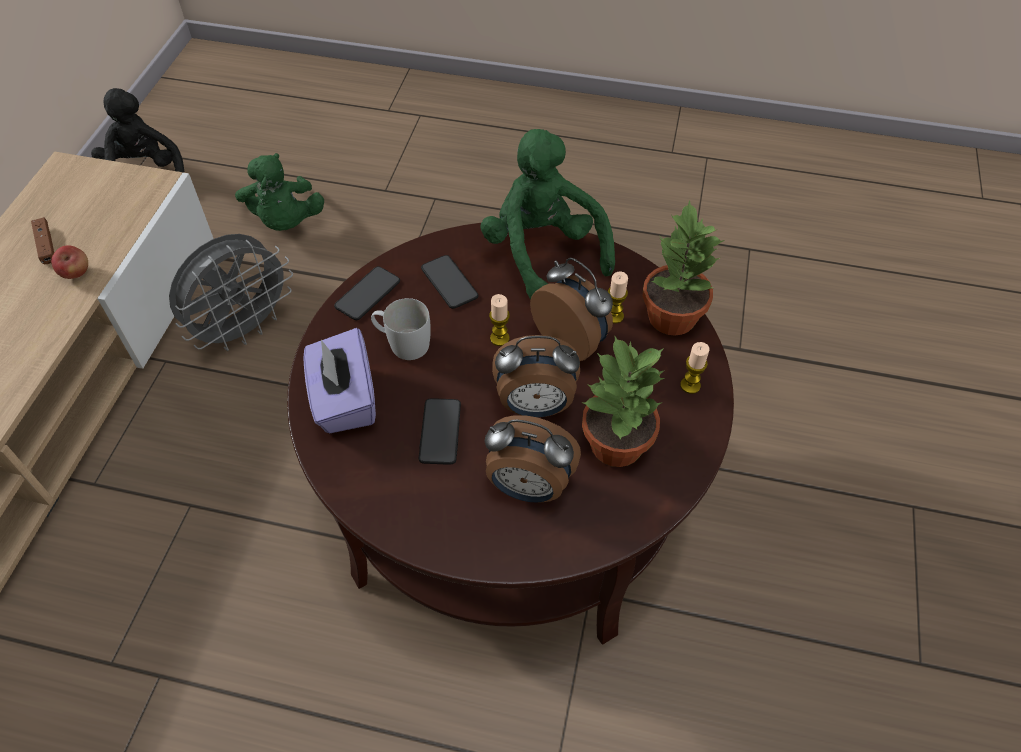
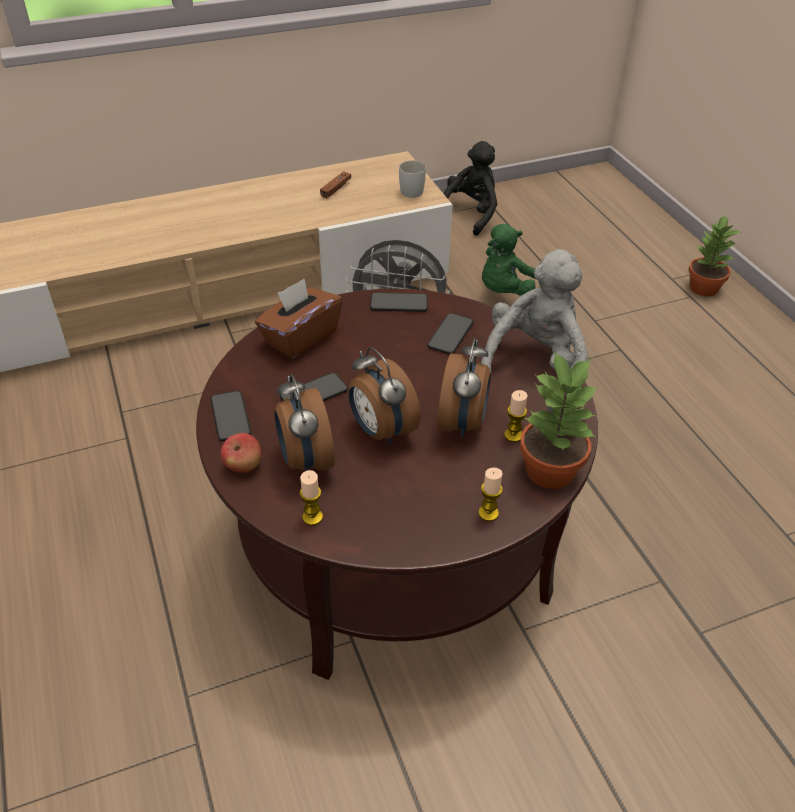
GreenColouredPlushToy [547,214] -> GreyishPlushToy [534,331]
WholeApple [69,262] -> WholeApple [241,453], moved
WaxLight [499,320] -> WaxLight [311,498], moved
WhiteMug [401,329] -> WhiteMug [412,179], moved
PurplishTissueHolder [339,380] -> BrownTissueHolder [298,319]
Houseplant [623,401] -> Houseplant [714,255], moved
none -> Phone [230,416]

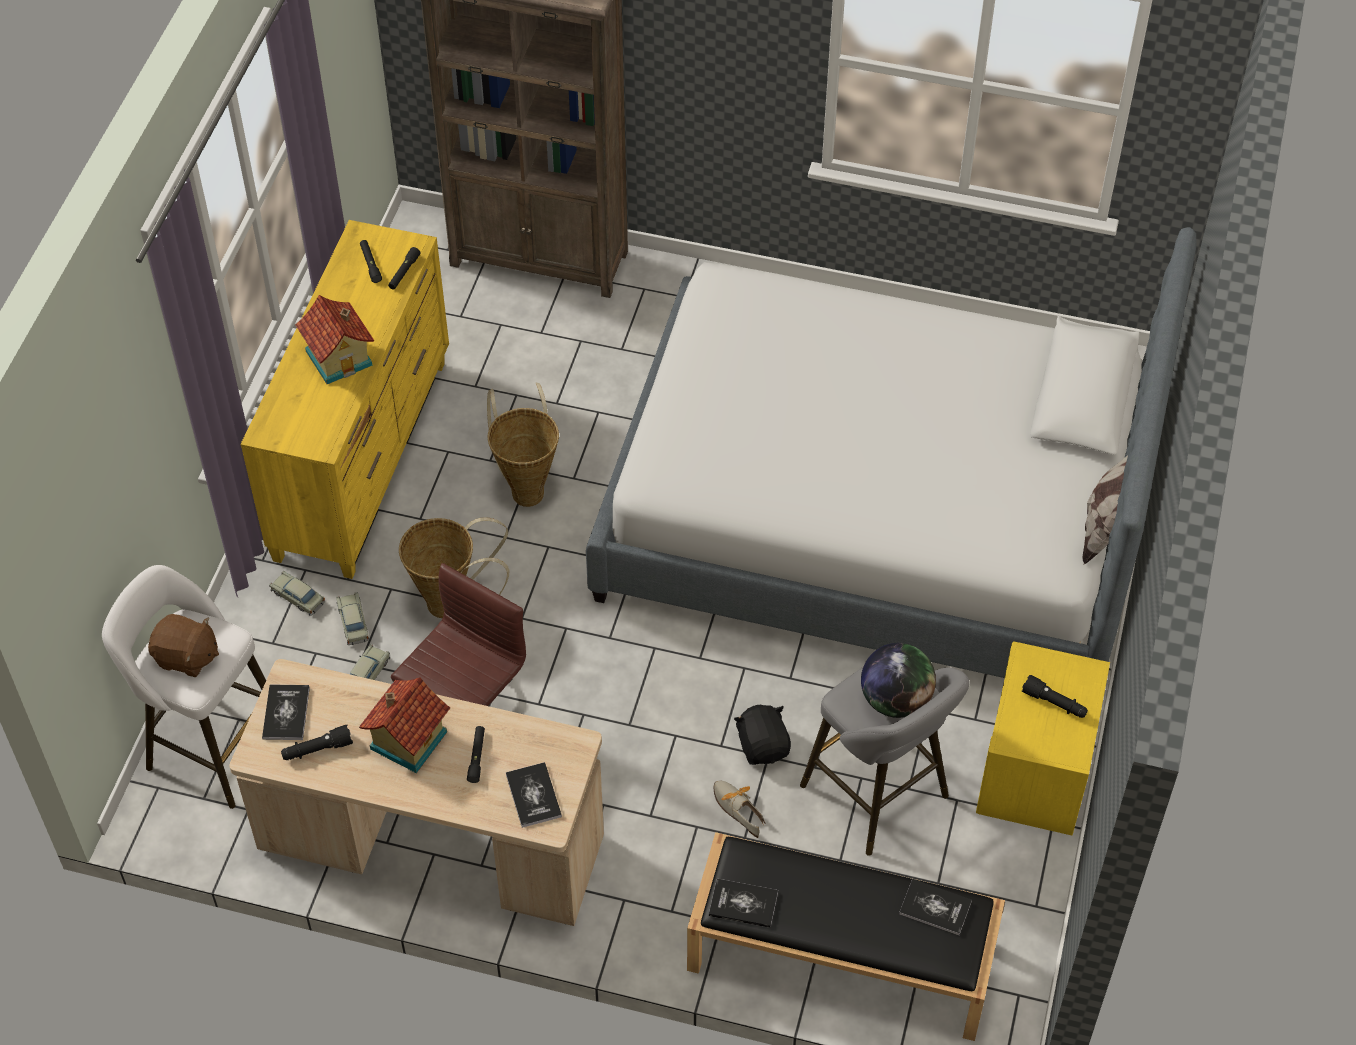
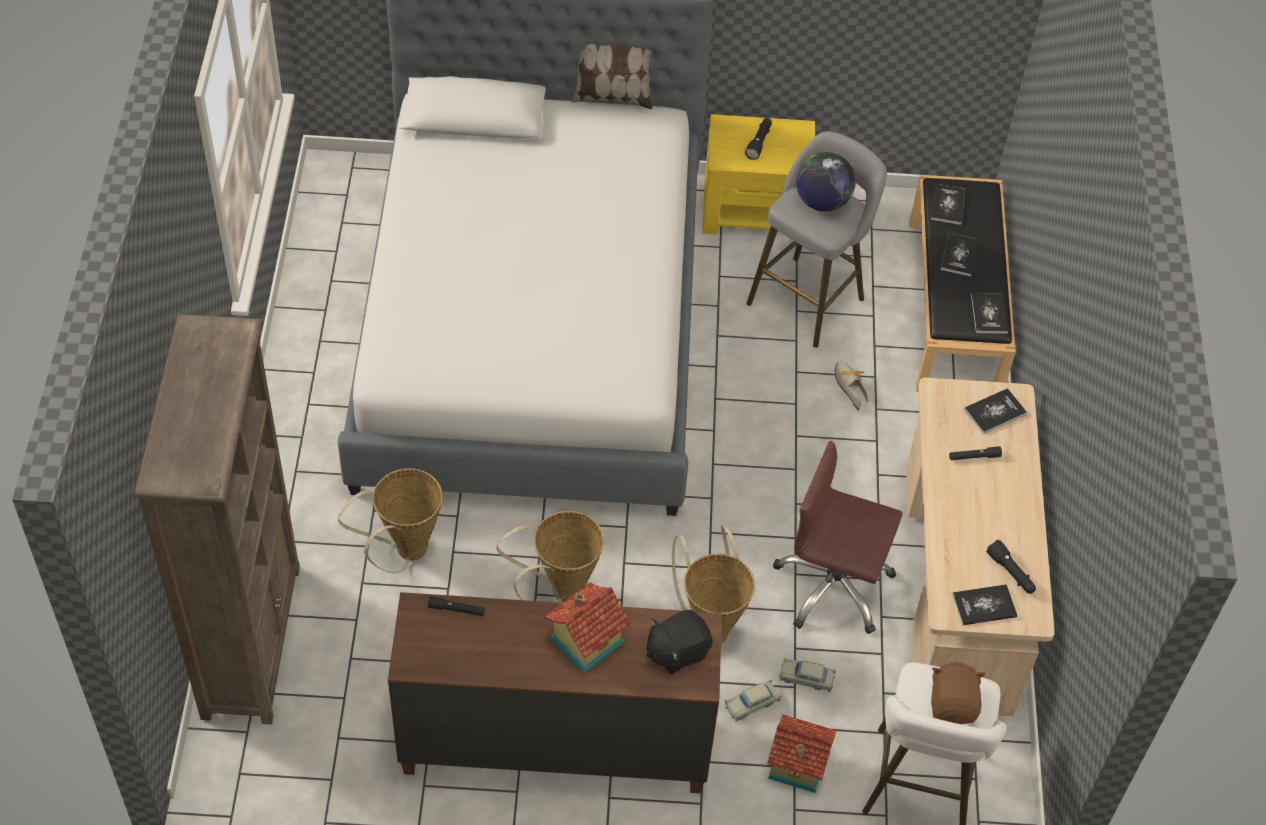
YellowColouredChestOfDrawers [345,399] -> BrownChestOfDrawers [555,692]
BlackHandTorch [371,261] -> none
BeigeColouredToyCar [297,593] -> none
ModelHouse [404,725] -> ModelHouse [801,754], moved
BlackPlushToy [762,735] -> BlackPlushToy [679,642], moved
ItemOfFootwear [739,809] -> ItemOfFootwear [851,386], 120 degrees clockwise
none -> Book [959,254]
none -> Basket [390,520]

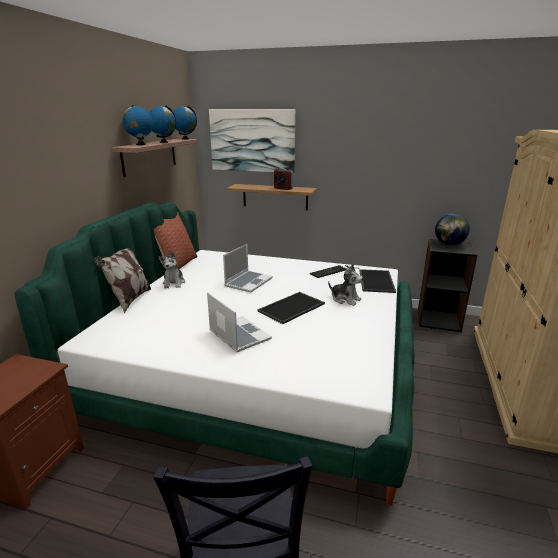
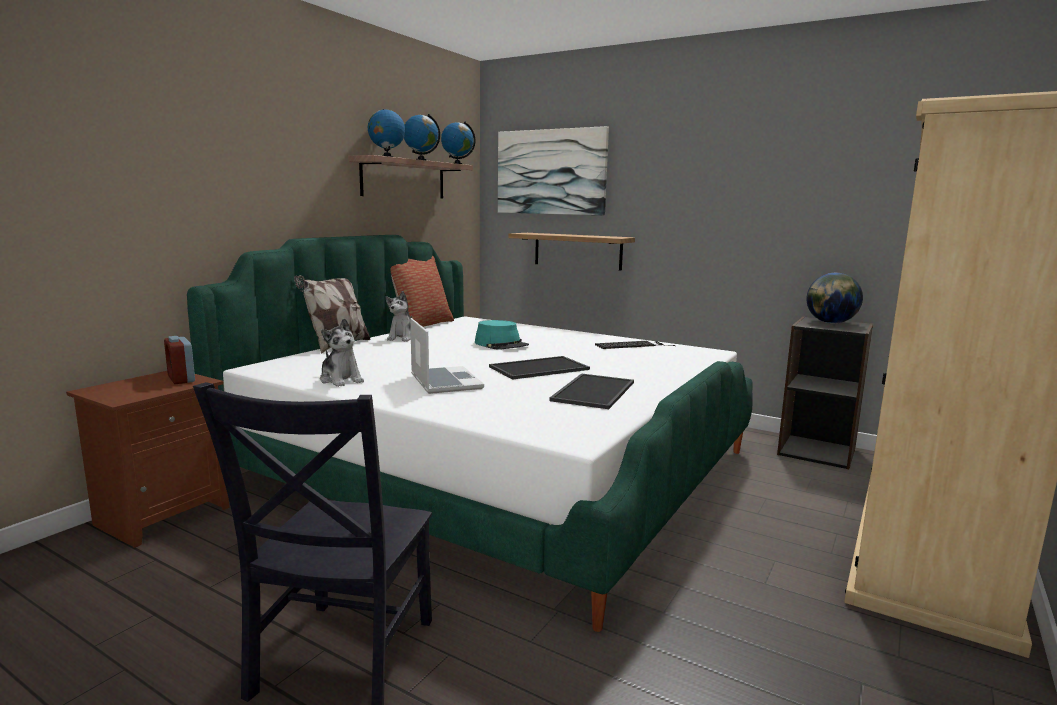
BedsideClock [283,179] -> BedsideClock [179,360], moved
Laptop [248,268] -> BlueGreenWearableHat [502,335]
PlushToy [345,285] -> PlushToy [342,352], moved
Tray [377,281] -> Tray [591,391], moved

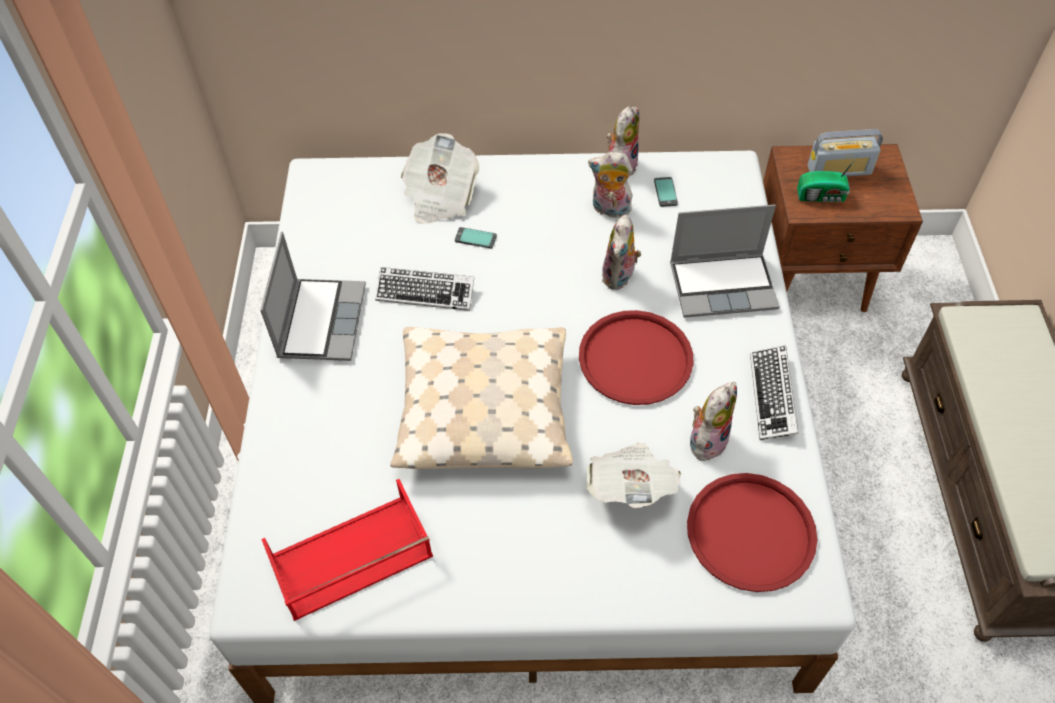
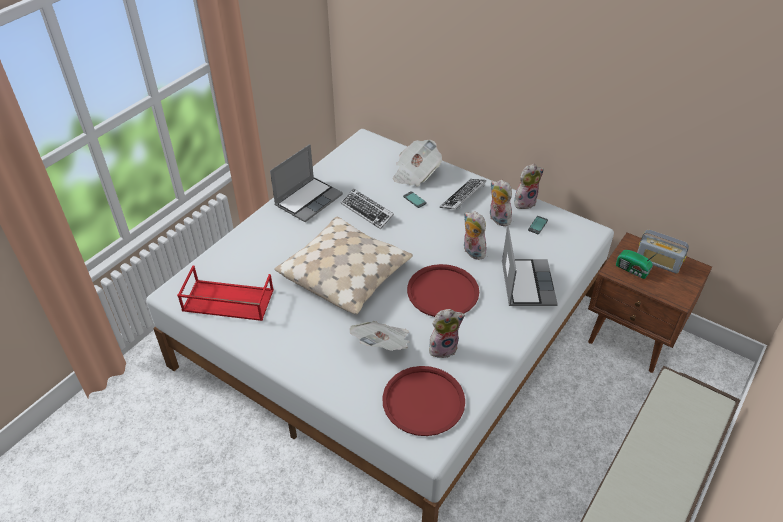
Laptop [724,261] -> Laptop [530,266], 120 degrees counterclockwise
PlushToy [621,252] -> PlushToy [475,235], 90 degrees clockwise
Keyboard [774,392] -> Keyboard [463,194], moved

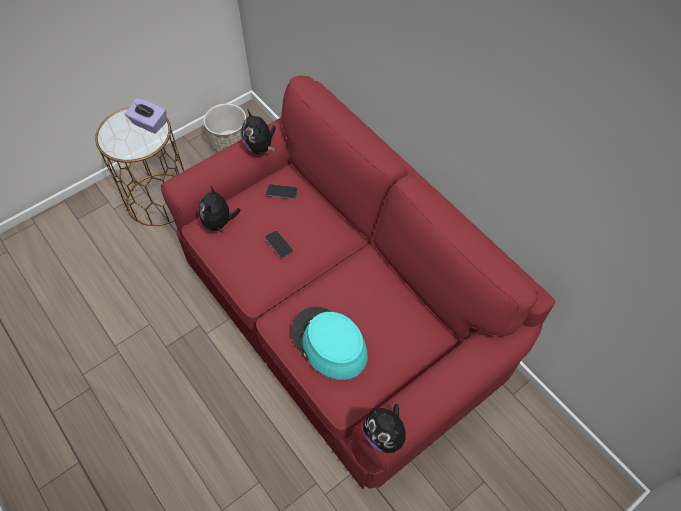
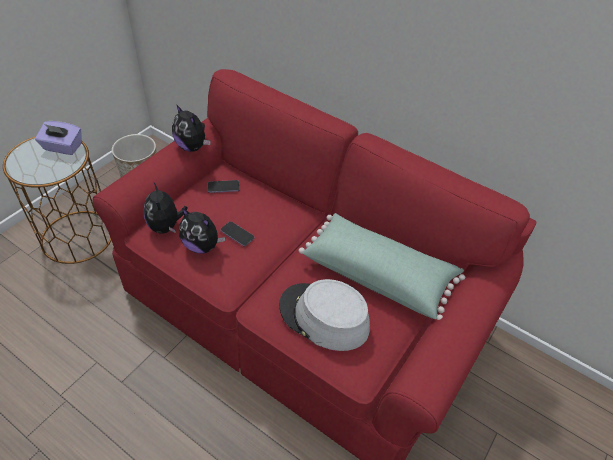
BlueGreenWearableHat [330,343] -> GreyishWearableHat [324,315]
PlushToy [388,428] -> PlushToy [202,231], moved
none -> GreenColouredThrowPillow [382,266]

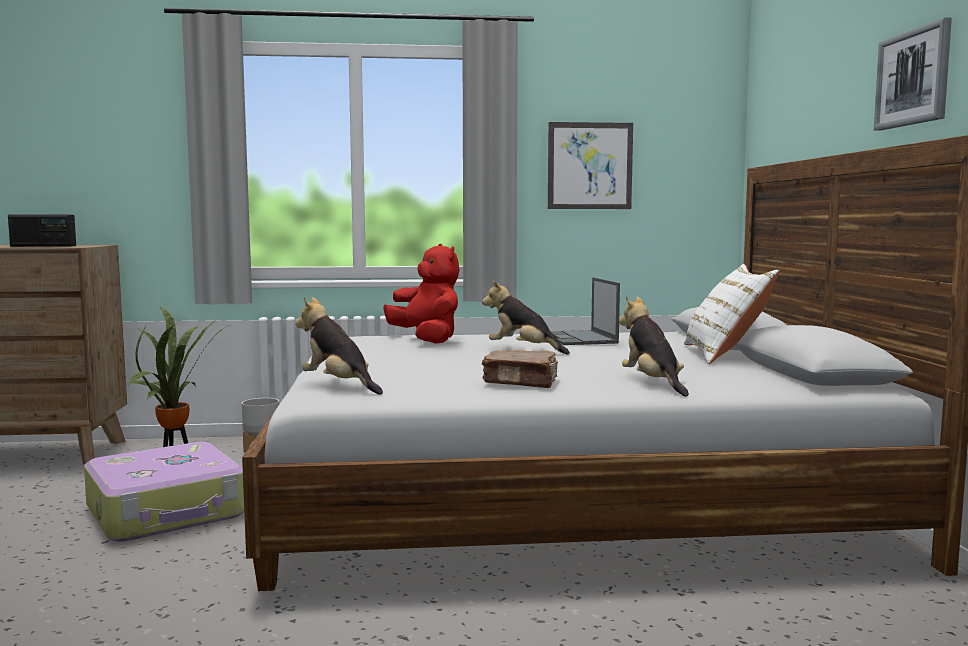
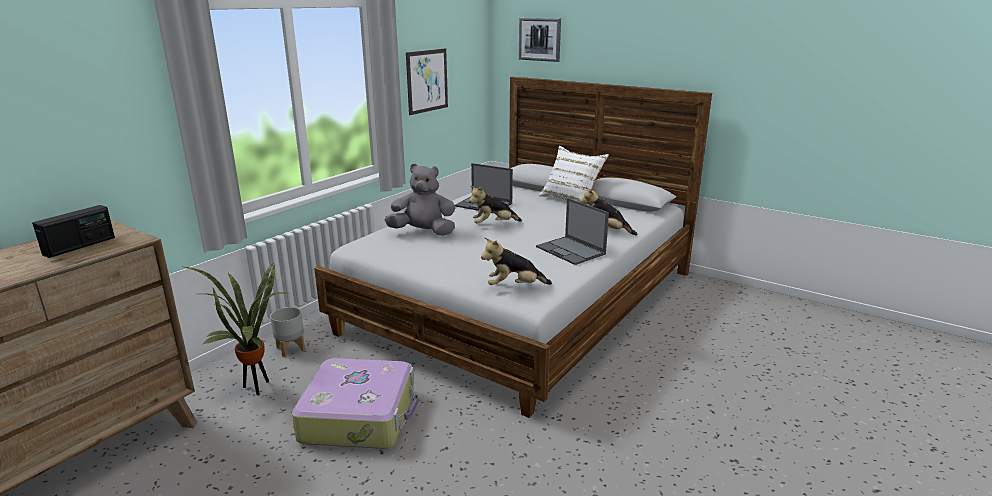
WallArt [913,74] -> WallArt [540,40], moved
RedPlushToy [421,294] -> GreyishPlushToy [420,200]
BrownBook [520,369] -> Laptop [572,231]

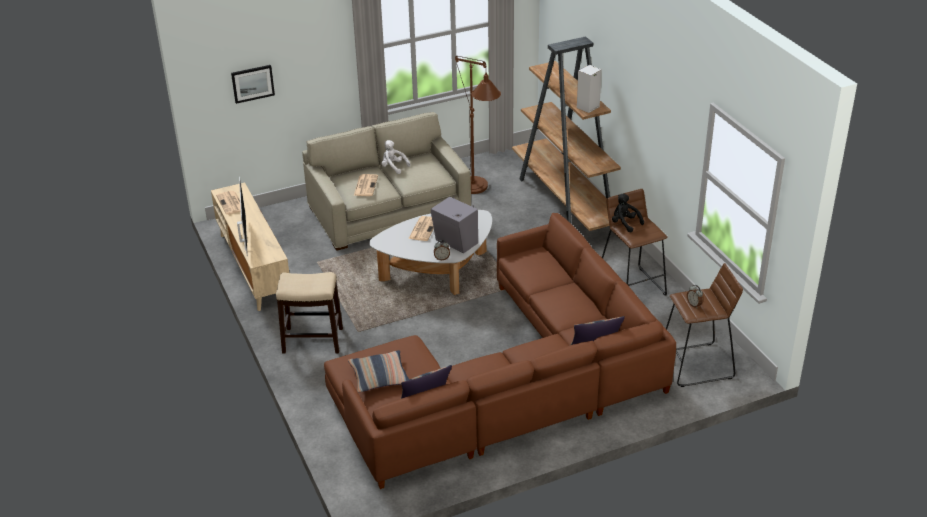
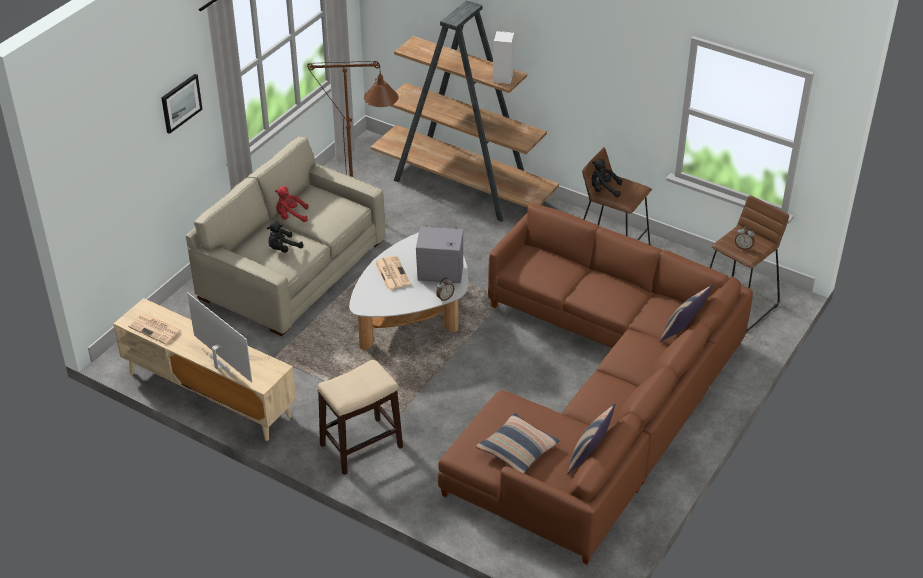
WallArt [253,84] -> WallArt [182,104], moved
WhitePlushToy [395,157] -> RedPlushToy [291,204]
DailyPaper [366,185] -> BlackPlushToy [285,236]

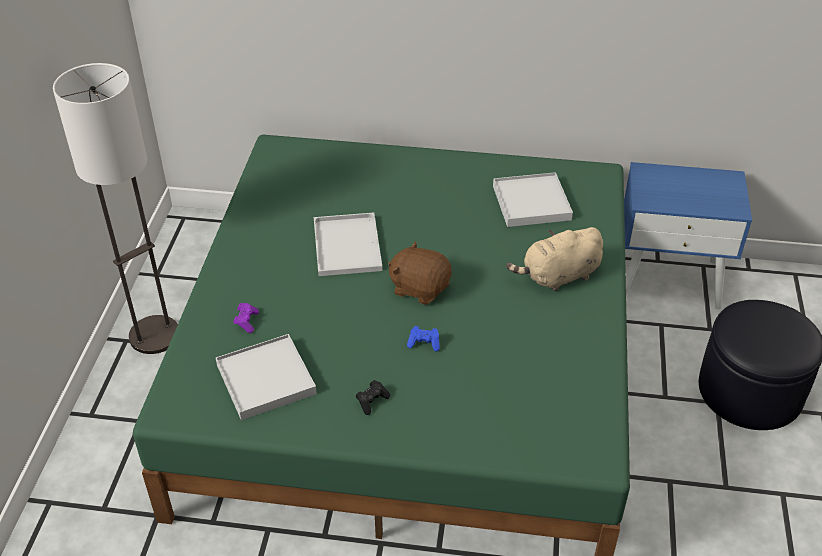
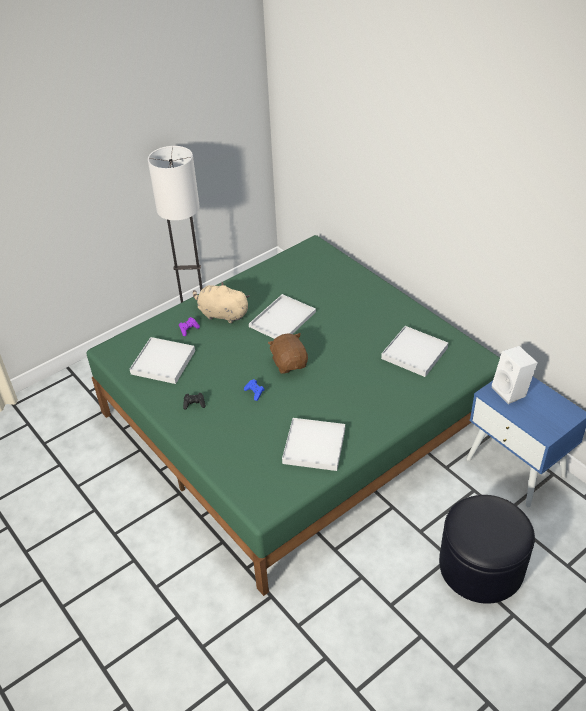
BeigeColouredPlushToy [554,259] -> BeigeColouredPlushToy [221,303], moved
none -> WhiteLoudspeaker [515,375]
none -> WhiteTray [313,444]

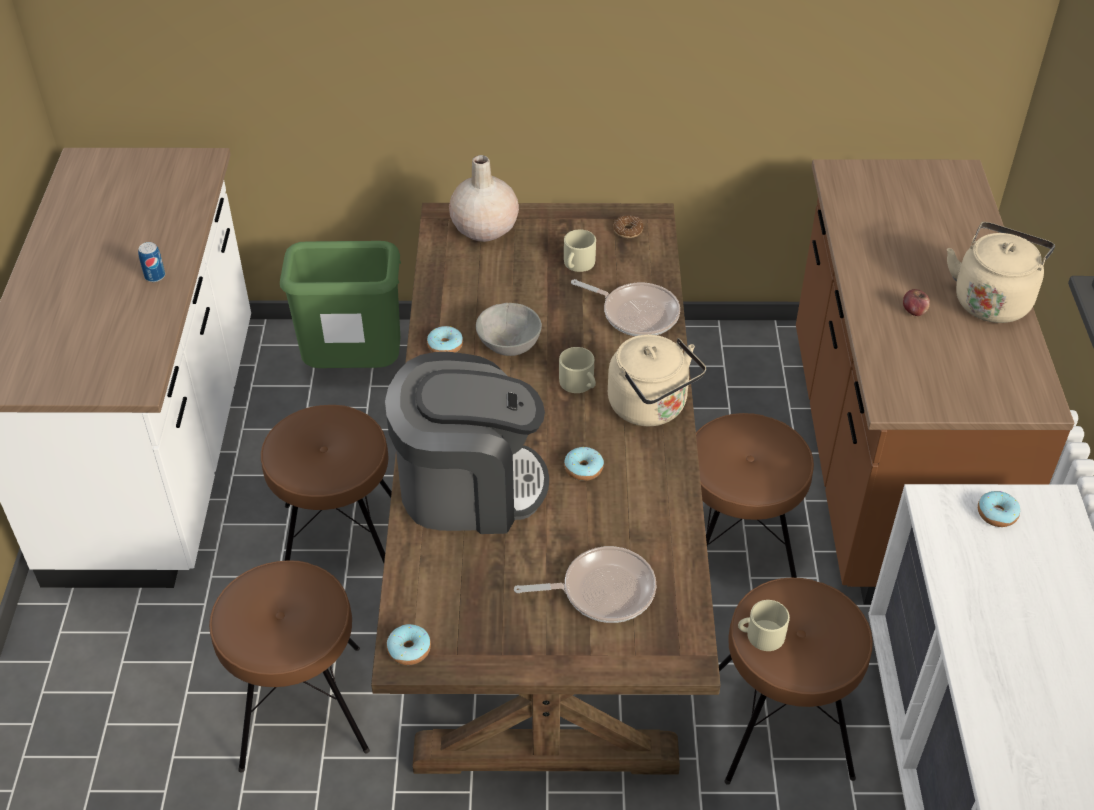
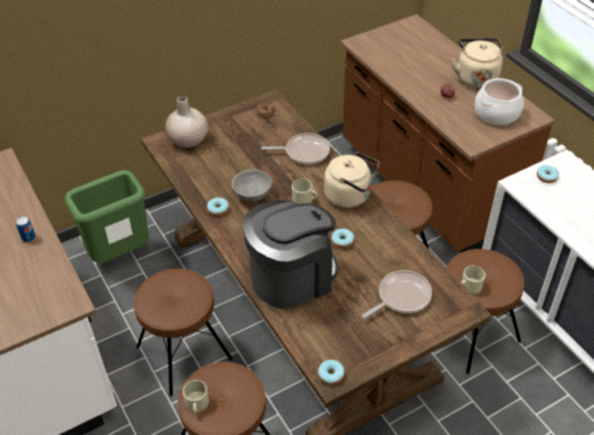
BeigeColouredMug [580,251] -> BeigeColouredMug [196,397], moved
none -> Stockpot [499,101]

